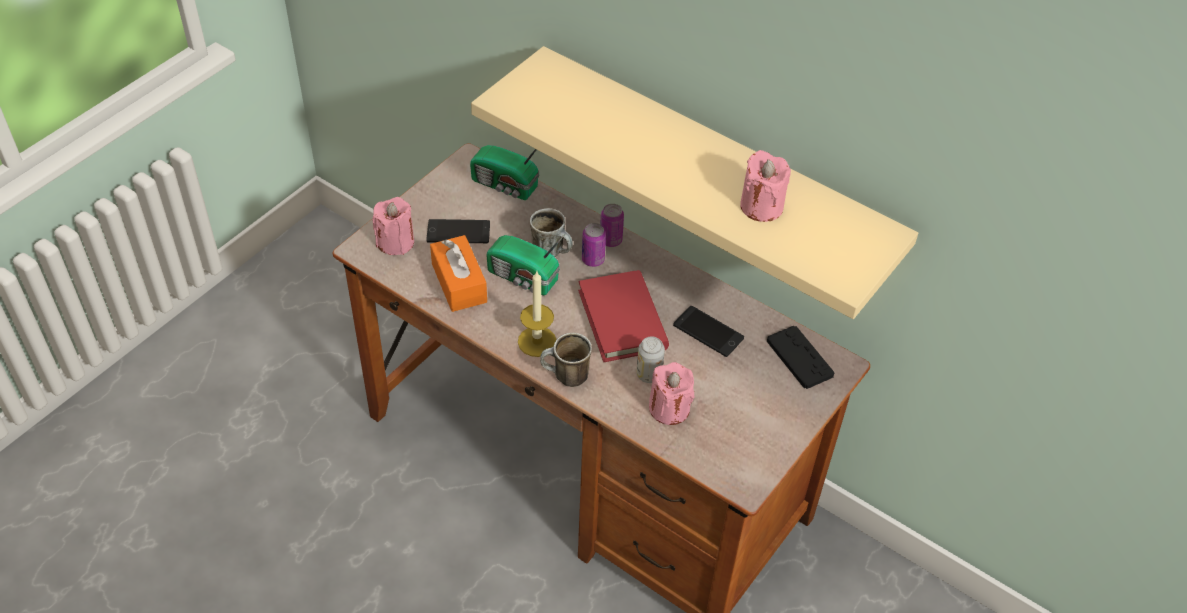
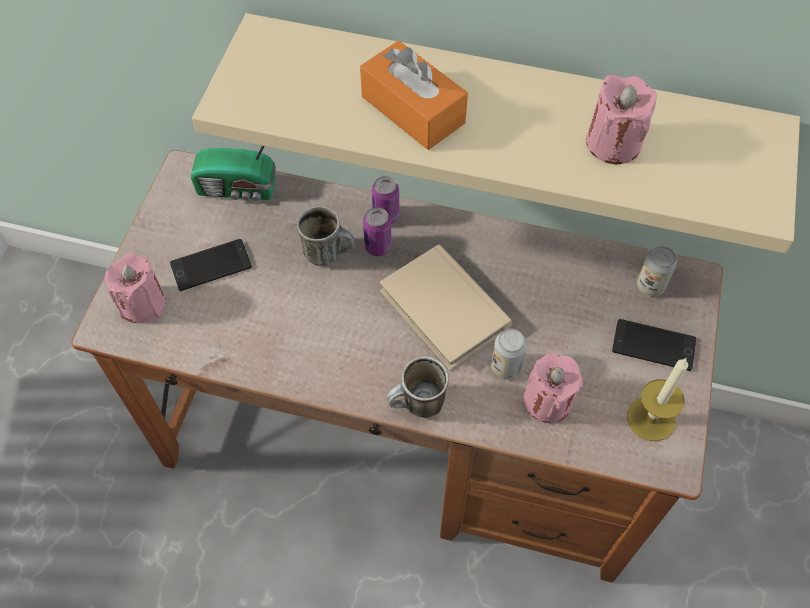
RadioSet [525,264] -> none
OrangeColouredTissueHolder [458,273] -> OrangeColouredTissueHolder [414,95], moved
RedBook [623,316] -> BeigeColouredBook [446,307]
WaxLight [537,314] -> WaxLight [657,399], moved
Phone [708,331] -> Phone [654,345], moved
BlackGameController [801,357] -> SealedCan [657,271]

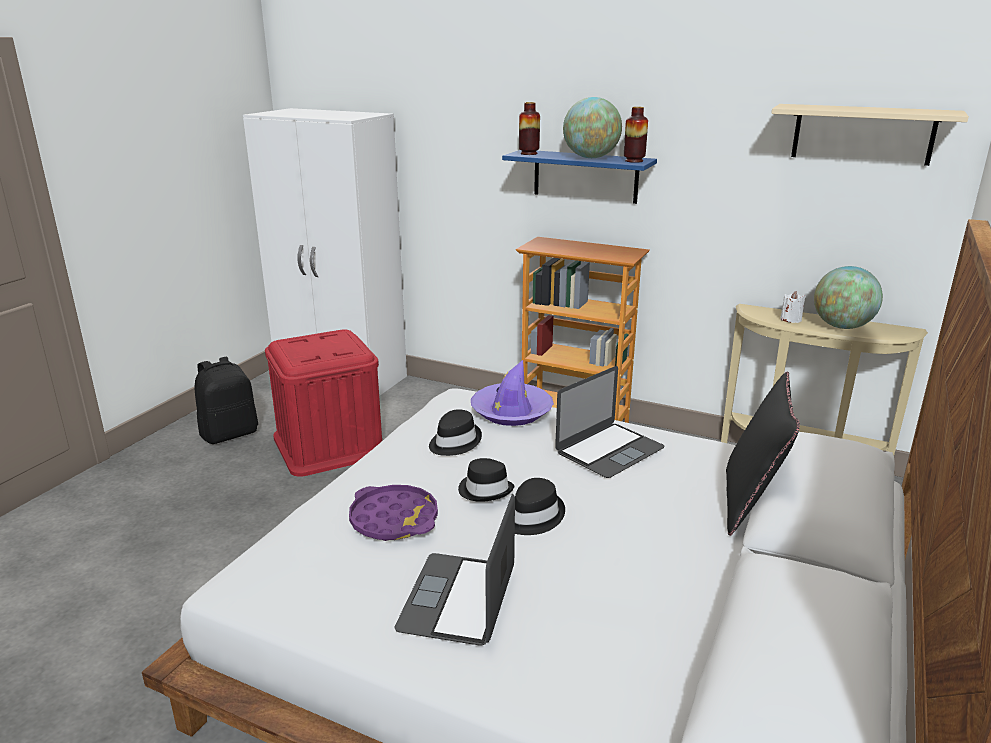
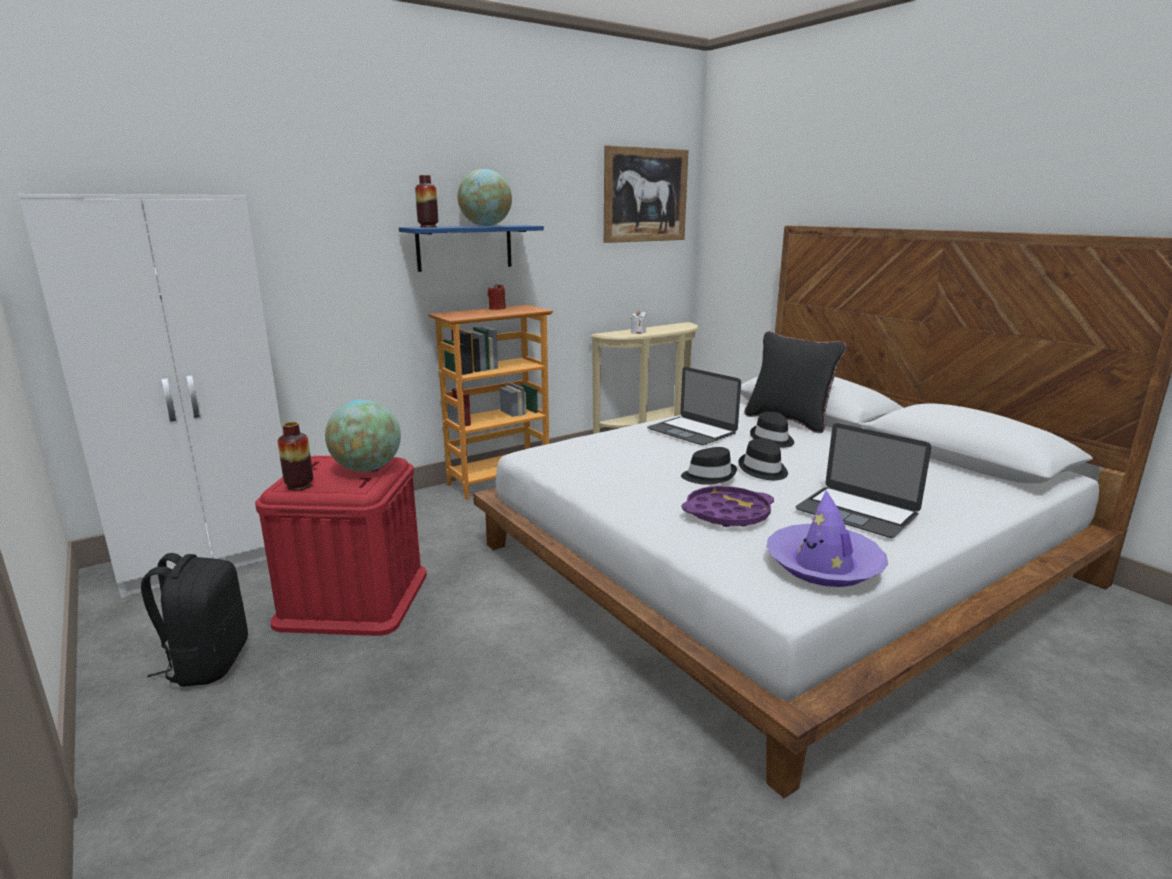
BeigeColouredShelf [870,135] -> WallArt [646,194]
FlowerVase [636,135] -> FlowerVase [295,456], moved
DeskGlobe [848,297] -> DeskGlobe [363,436], moved
PurplishWearableHat [512,393] -> PurplishWearableHat [827,538], moved
Laptop [610,422] -> Laptop [694,406], 150 degrees clockwise
BlackWearableHat [455,432] -> BlackWearableHat [772,430], moved
none -> RedWaxLight [497,296]

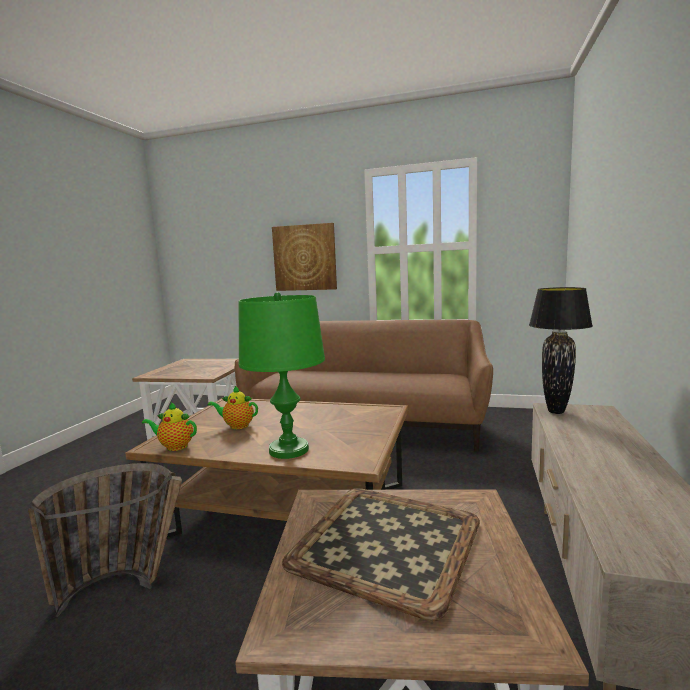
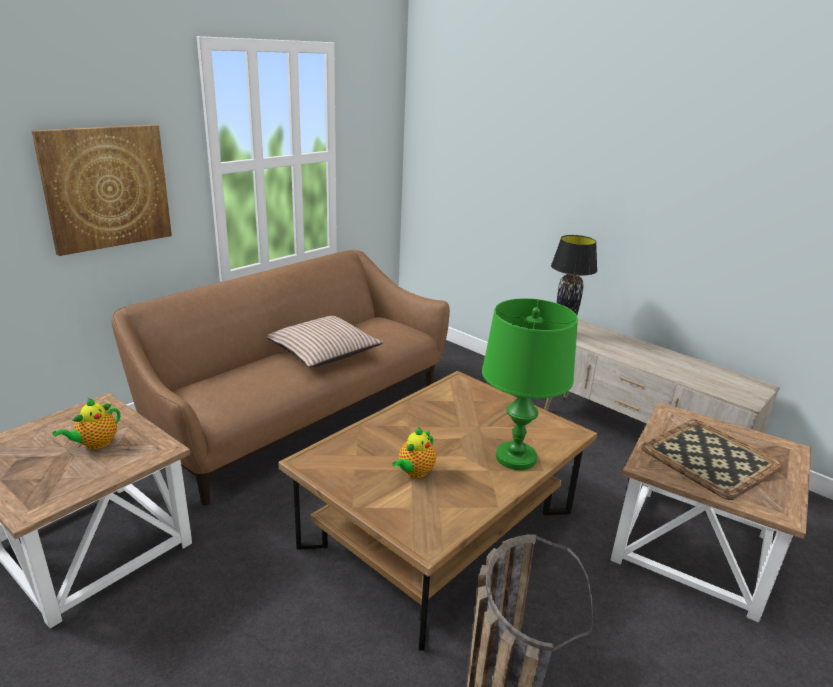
TeaPot [169,426] -> TeaPot [86,424], moved
none -> ThrowPillow [324,341]

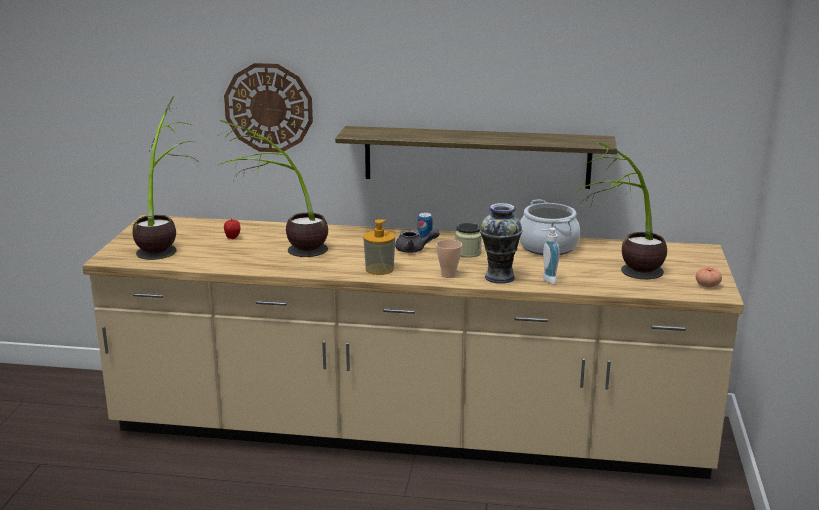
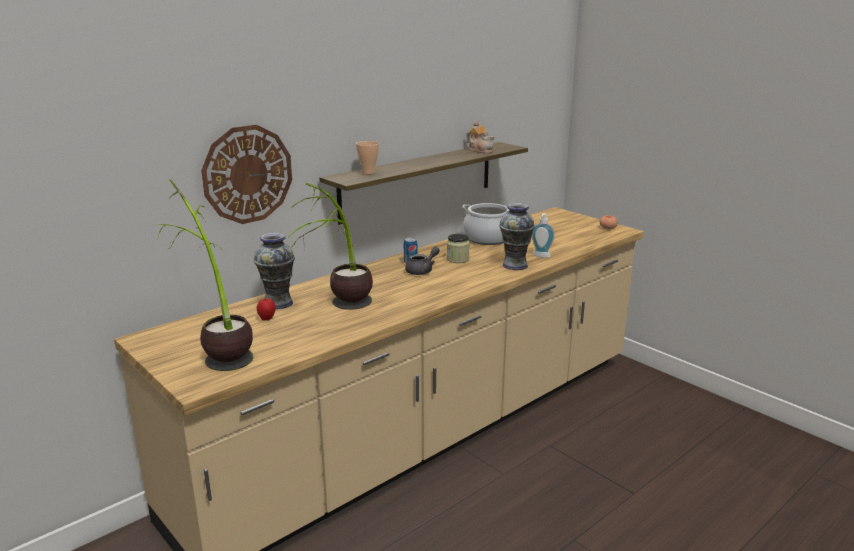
Houseplant [621,210] -> none
SoapBottle [379,247] -> none
Cup [449,258] -> Cup [367,157], moved
none -> TeaPot [480,137]
none -> FlowerVase [274,271]

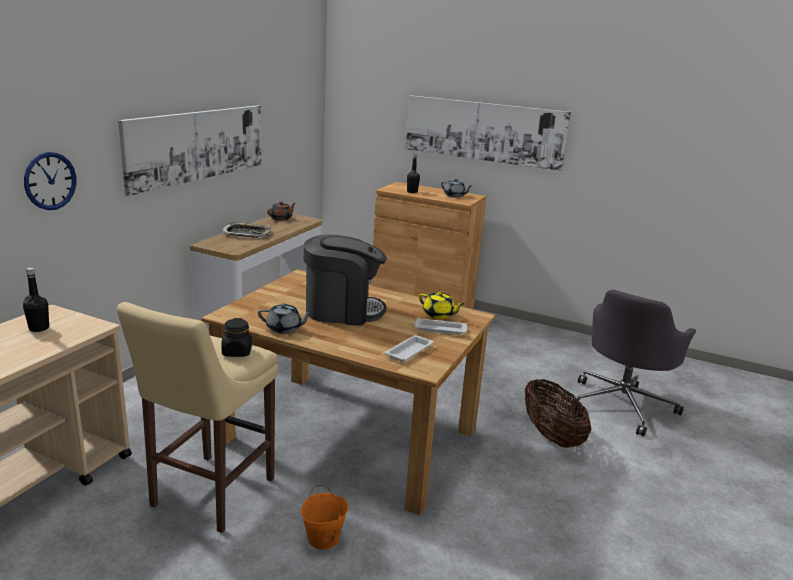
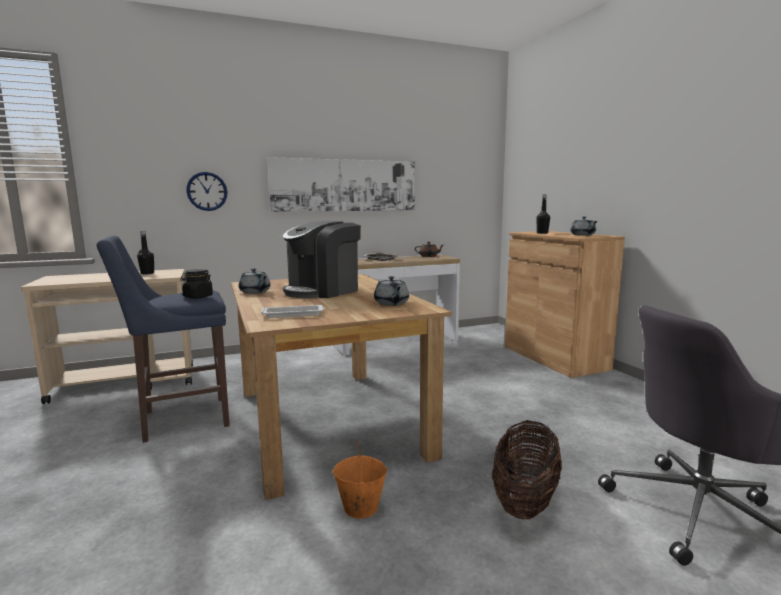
WallArt [488,133] -> none
CoffeeMaker [345,280] -> CoffeeMaker [322,260], 90 degrees clockwise
YellowColouredTeaPot [442,305] -> GreyishTeaPot [391,291]
BeigeColouredStoolSeat [198,417] -> BluishStoolSeat [163,339]
WhiteTray [440,326] -> none
OrangeColouredBucket [324,517] -> OrangeColouredBucket [360,480], moved

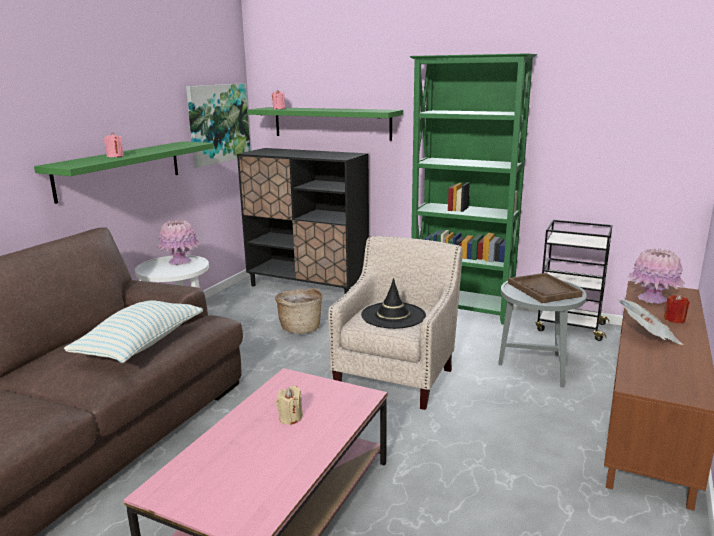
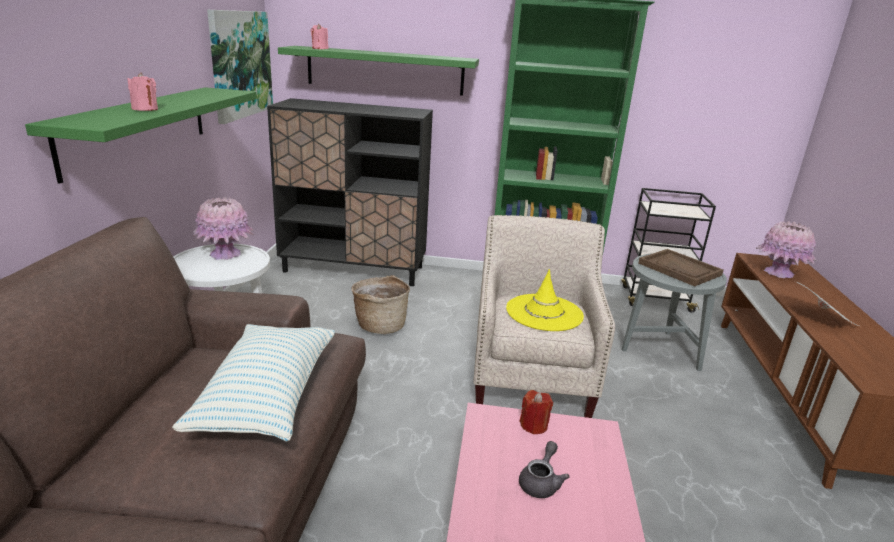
BlackWearableHat [393,303] -> YellowColouredWearableHat [545,300]
RedWaxLight [677,308] -> RedWaxLight [536,412], moved
BeigeColouredWaxLight [289,405] -> GreyishTeaPot [544,469]

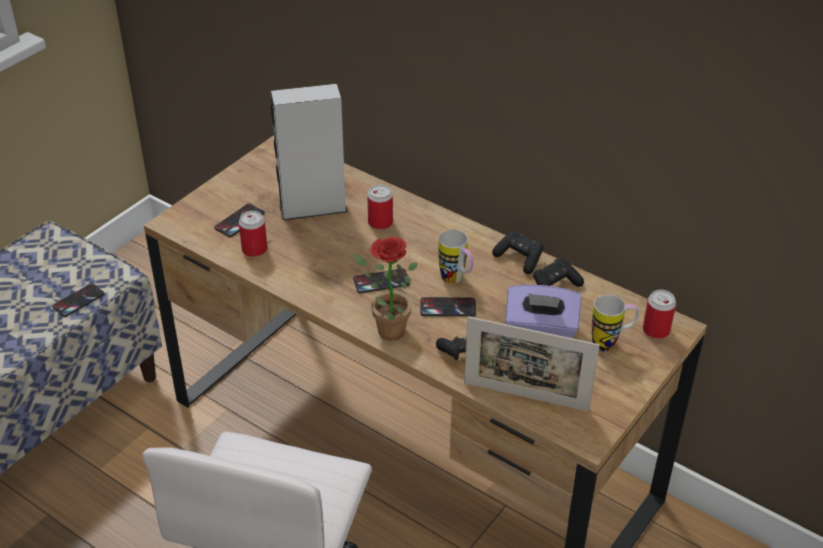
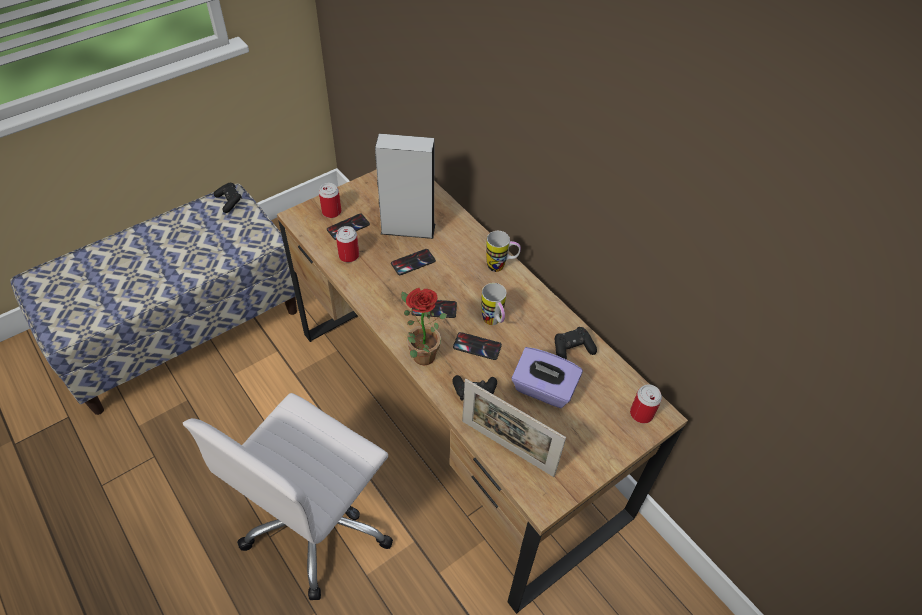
SealedCan [380,207] -> SealedCan [330,200], moved
BlackGameController [517,252] -> BlackGameController [228,198], moved
Phone [78,300] -> Phone [413,262], moved
Mug [615,323] -> Mug [503,251], moved

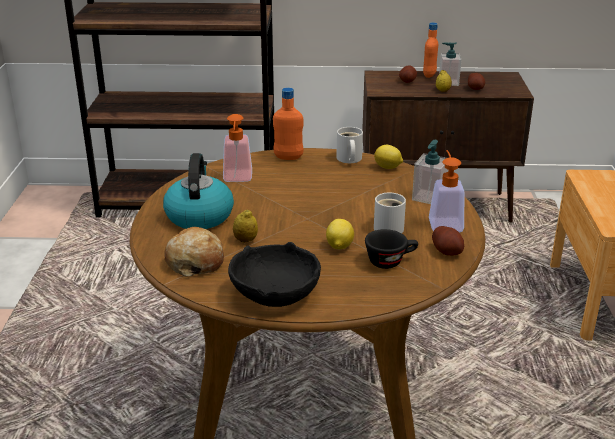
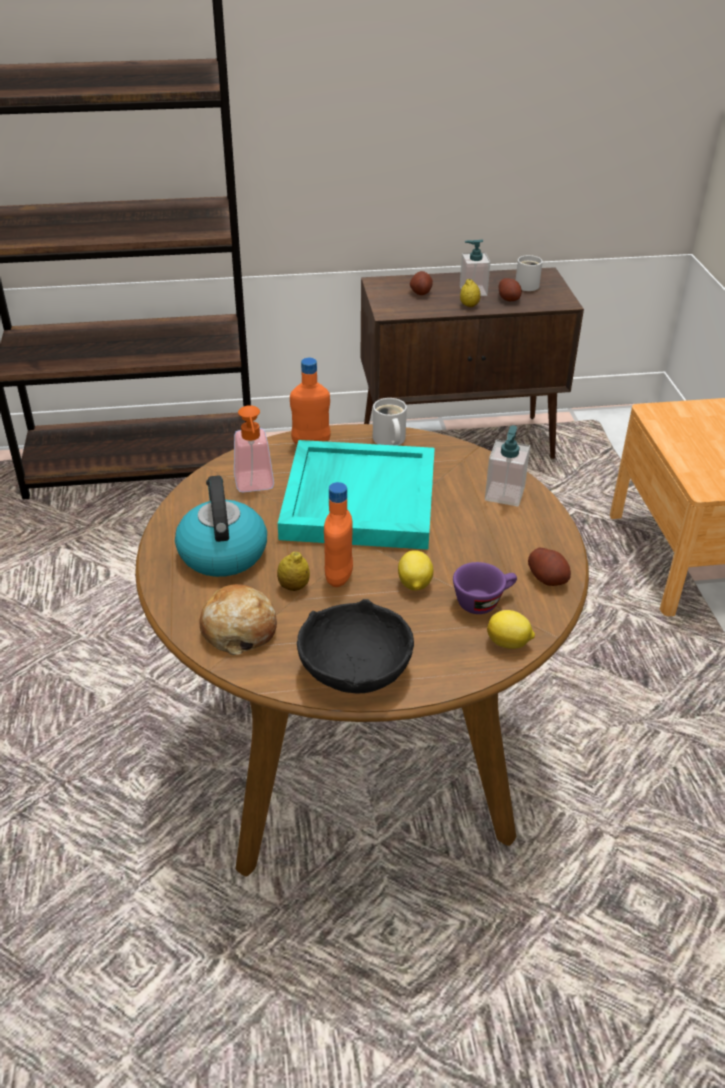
OrangeColouredDrinkBottle [430,50] -> OrangeColouredDrinkBottle [338,534], moved
WholeLemon [388,157] -> WholeLemon [511,629], moved
SoapBottle [447,191] -> none
WhiteMug [390,213] -> WhiteMug [529,273], moved
BlackCup [391,249] -> PurplishCup [485,588]
none -> BlueGreenTray [356,495]

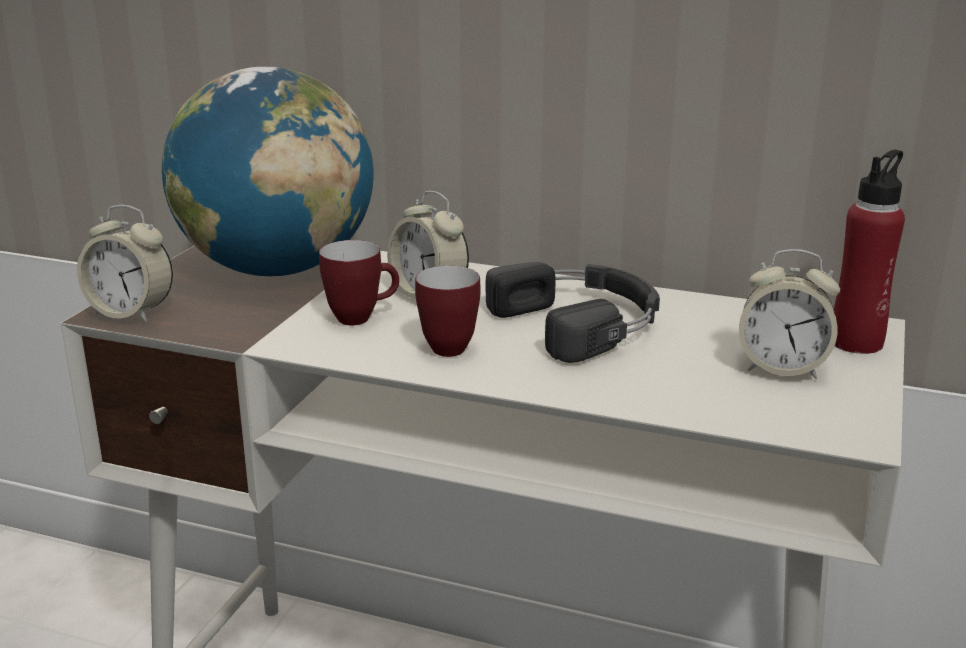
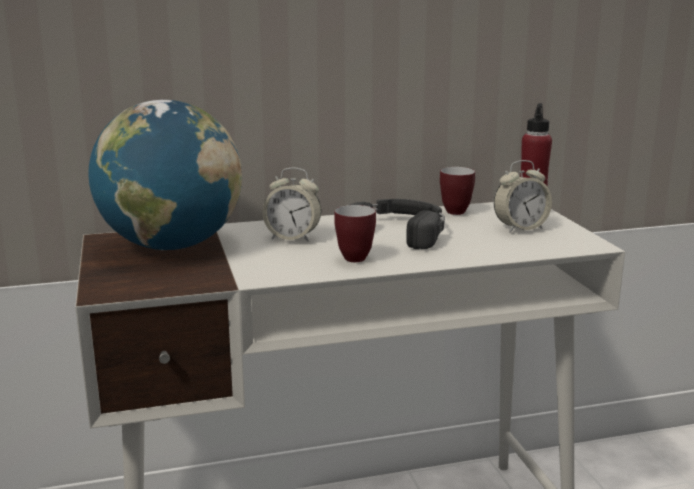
BedsideClock [125,263] -> none
Mug [359,283] -> Mug [457,191], moved

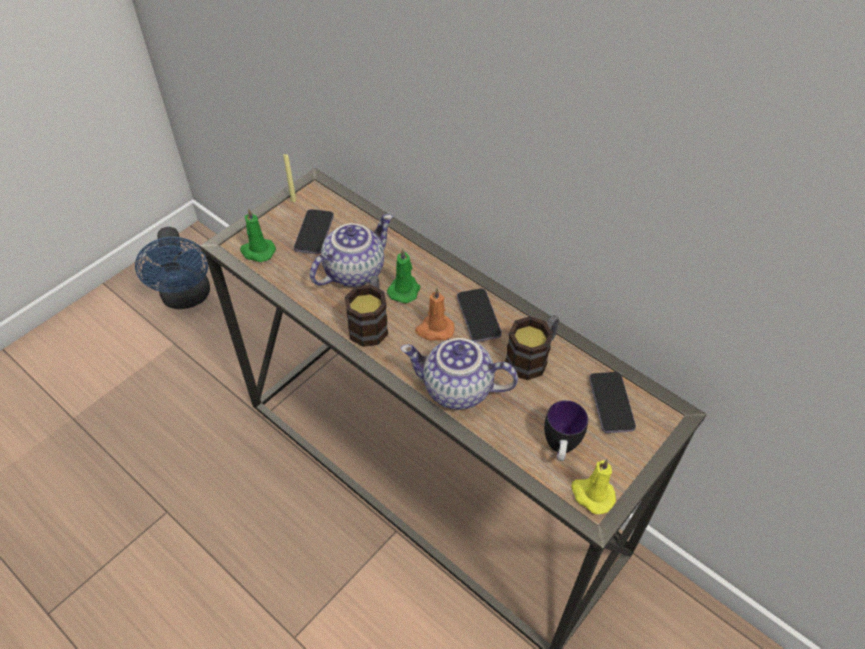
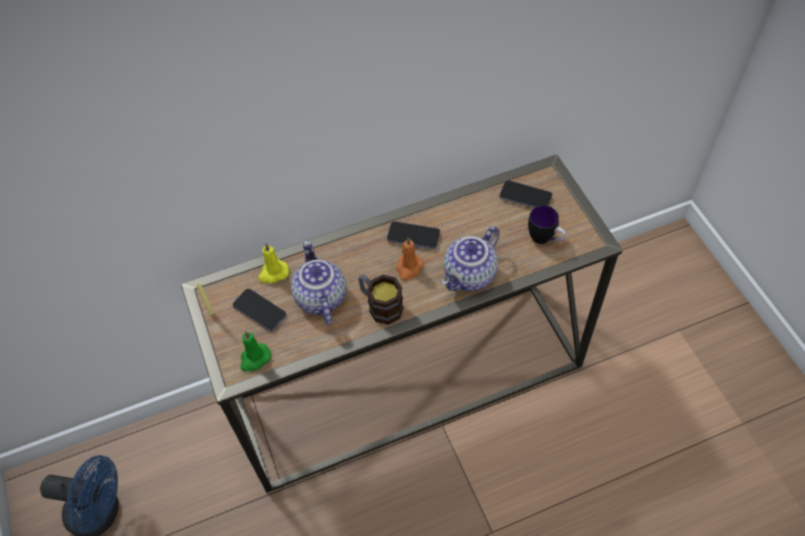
GreenColouredWaxLight [403,275] -> none
Mug [532,347] -> none
YellowColouredWaxLight [593,486] -> YellowColouredWaxLight [273,263], moved

